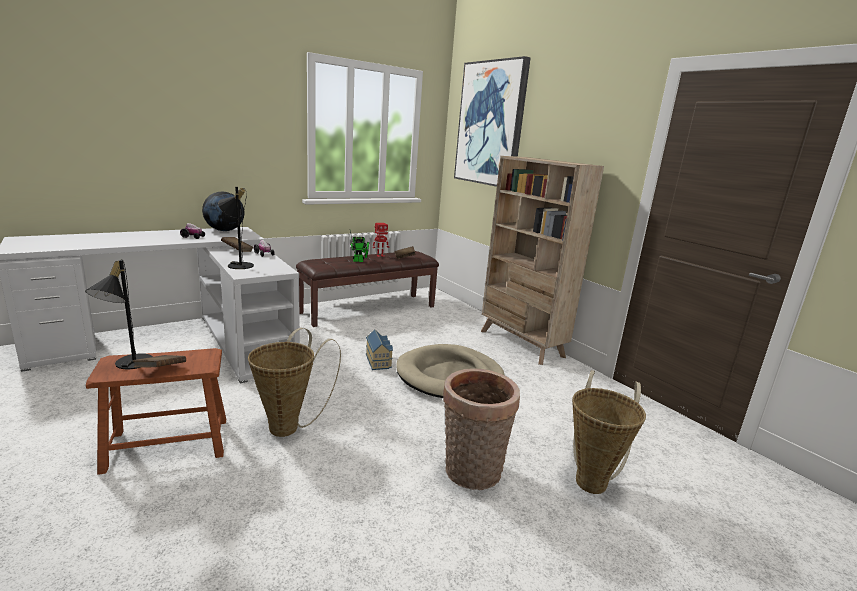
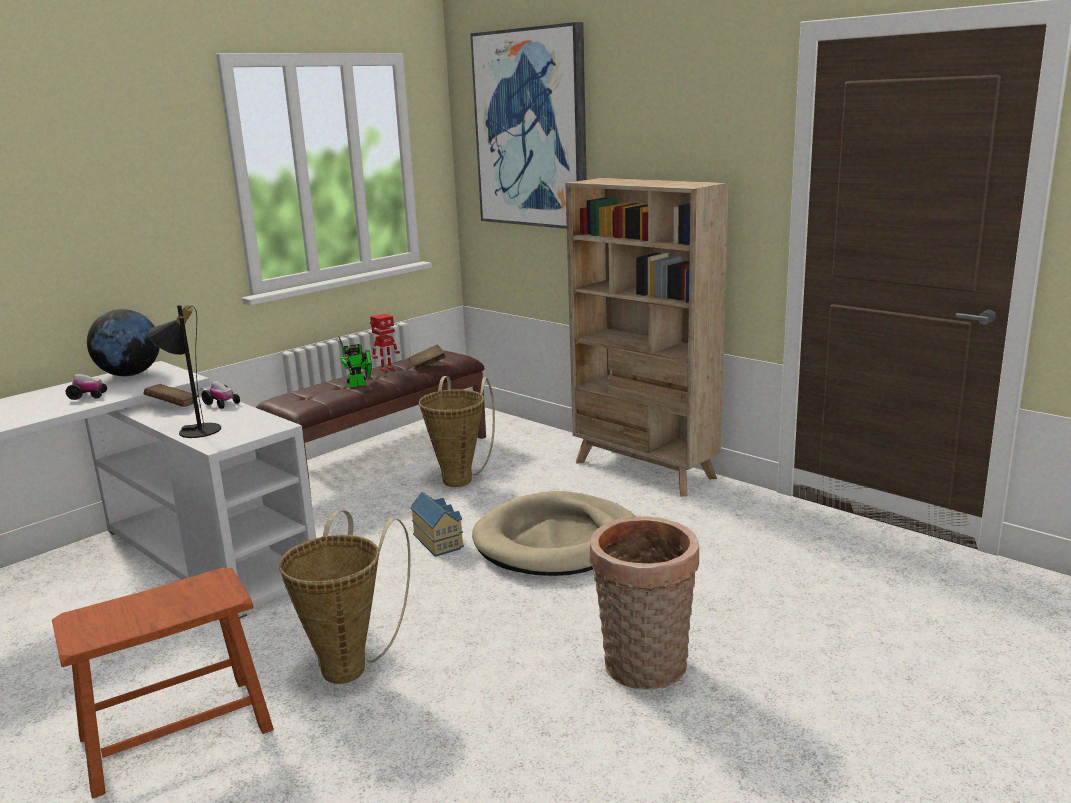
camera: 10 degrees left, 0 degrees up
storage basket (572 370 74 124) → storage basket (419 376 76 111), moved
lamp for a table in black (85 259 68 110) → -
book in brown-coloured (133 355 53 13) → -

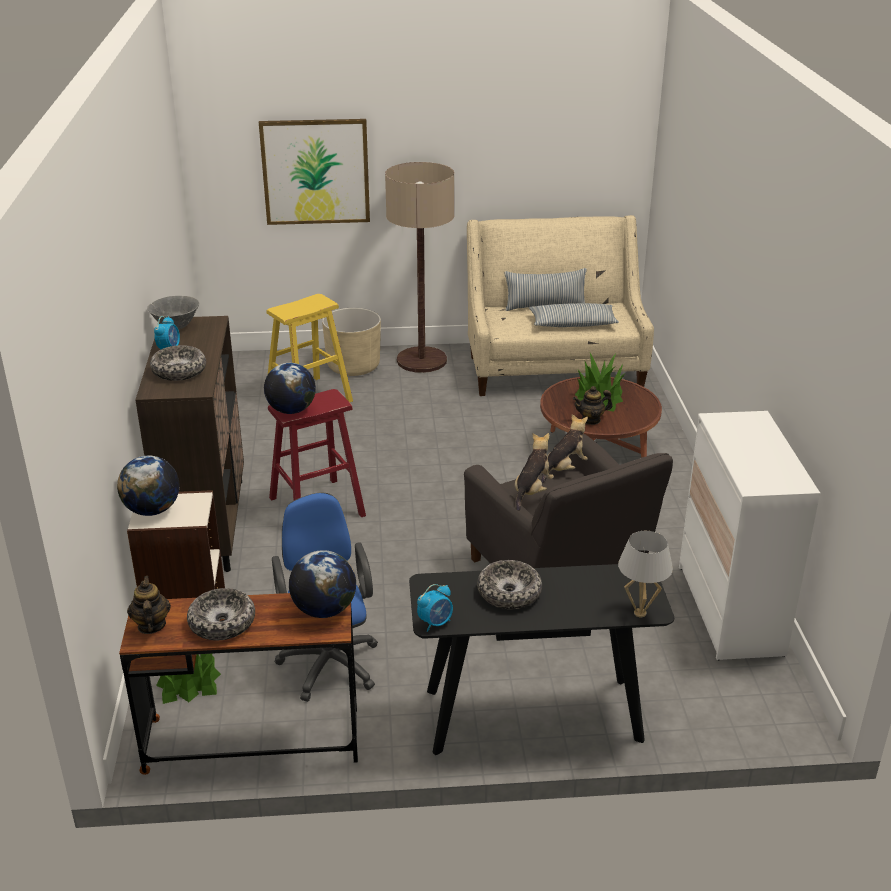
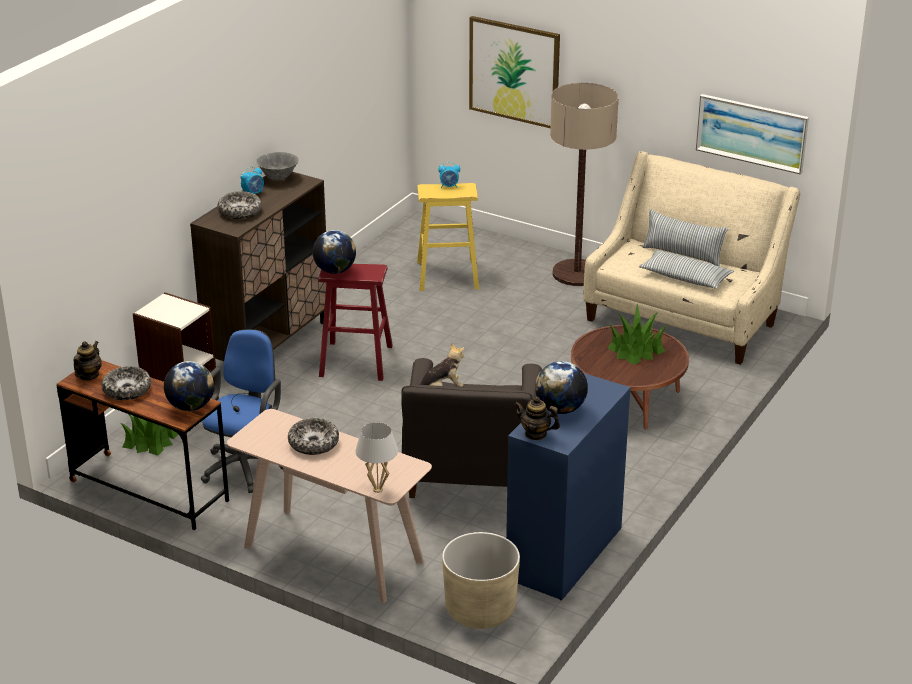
camera: 35 degrees right, 0 degrees up
console table in black (409 564 265 191) → console table in beige-coloured (227 409 205 194)
table clock (417 584 36 48) → table clock (438 161 22 27), moved
flower pot in beige-coloured (322 308 59 68) → flower pot in beige-coloured (442 532 78 97), moved
drawer chest in white (679 411 141 249) → drawer chest in blue (506 373 125 227)
pot for tea (573 386 40 39) → pot for tea (514 397 46 44), moved
desk globe (117 456 62 60) → desk globe (535 361 53 53), moved
- → picture (696 94 113 81)
cuddly toy (541 414 47 69) → -

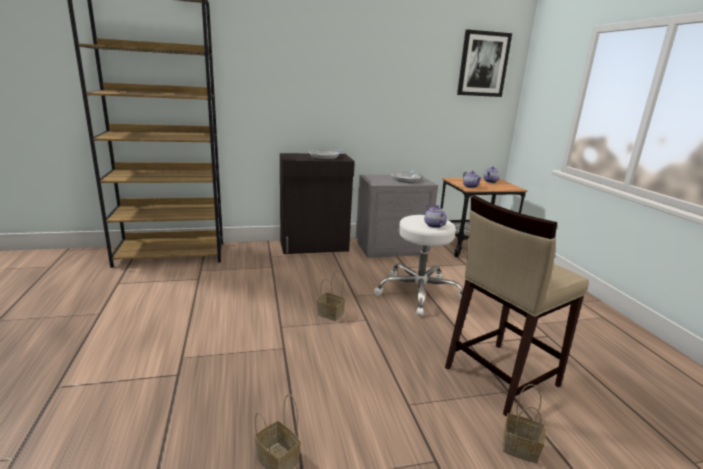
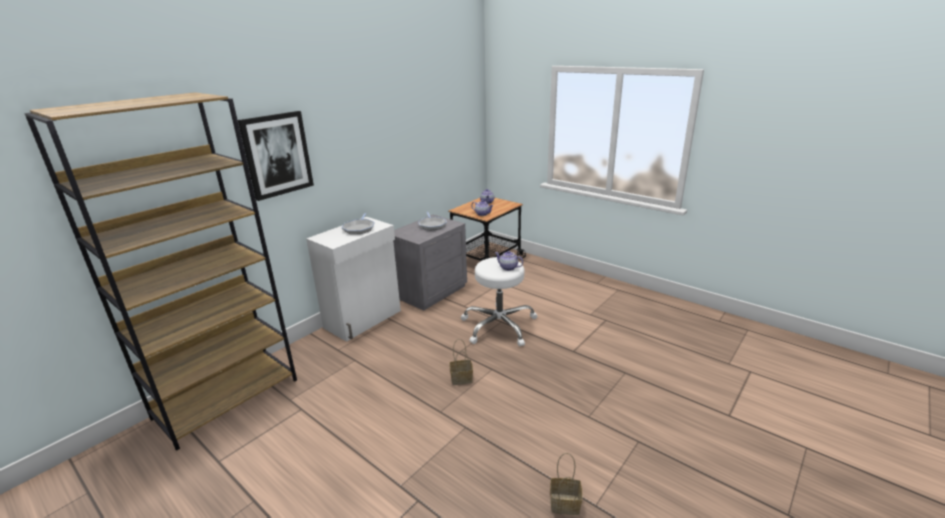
camera: 35 degrees left, 5 degrees up
picture (457 29 55 68) → picture (238 111 76 90), moved
cabinet in black (280 153 75 101) → cabinet in white (306 217 95 124)
stool in beige-coloured (445 196 144 221) → -
storage basket (502 384 44 79) → -

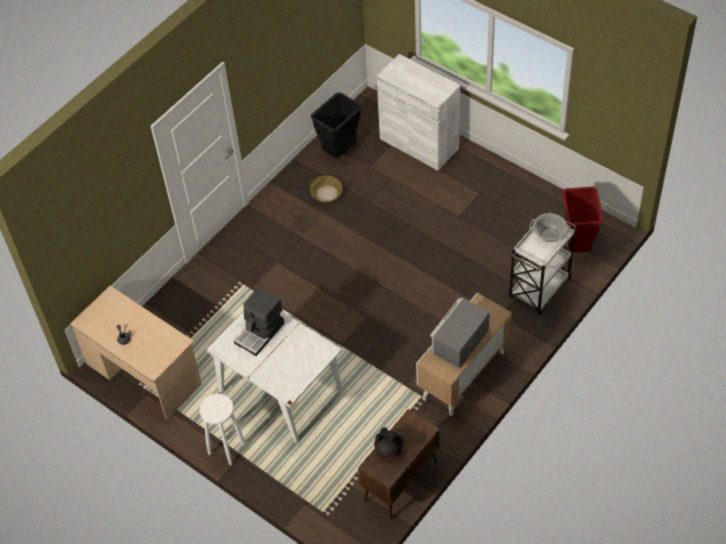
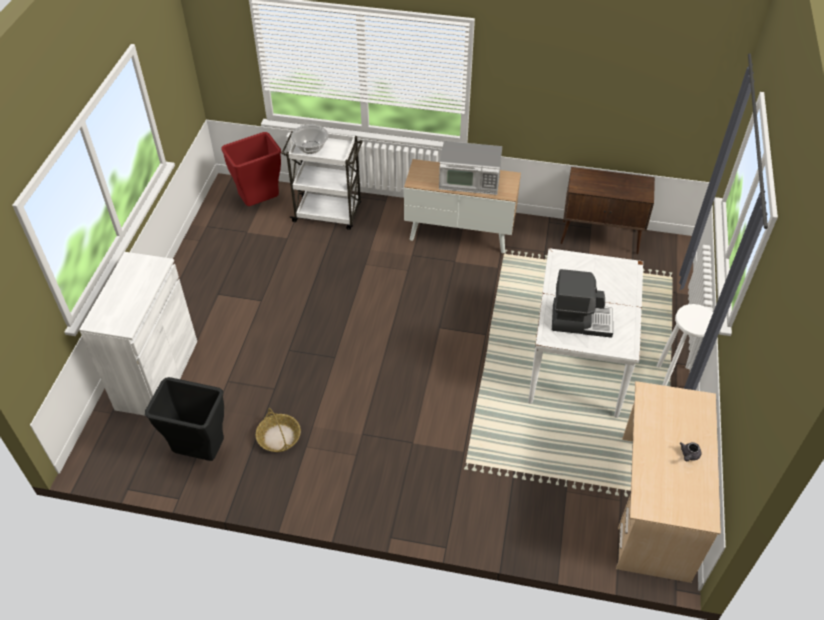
camera: 120 degrees left, 5 degrees down
pot for tea in black (374 427 31 30) → -

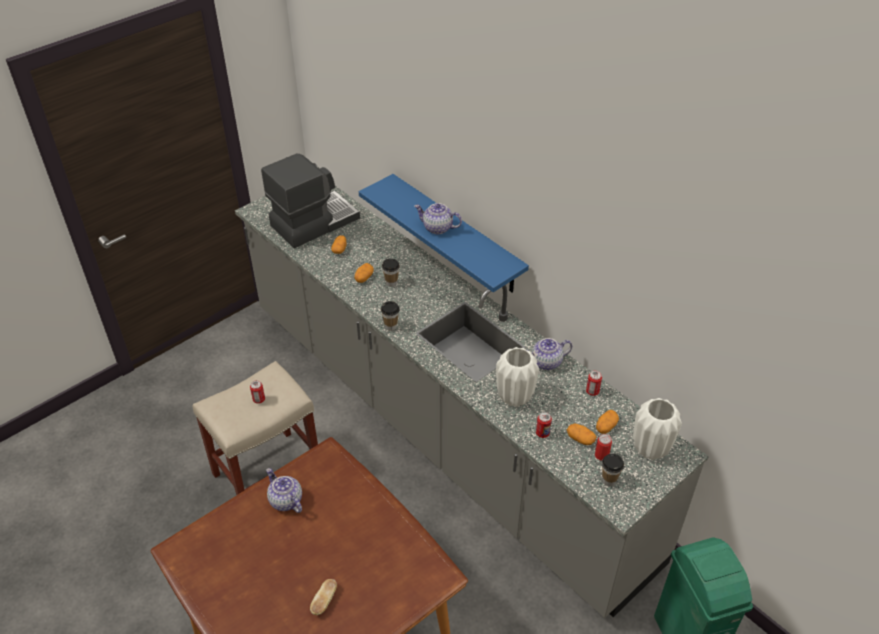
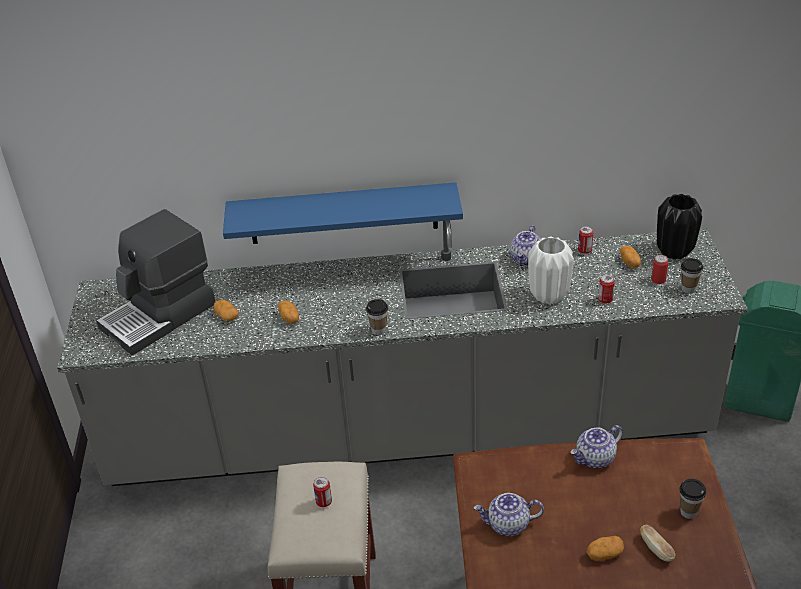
camera: 50 degrees left, 5 degrees down
coffee maker (261 153 99 95) → coffee maker (96 209 119 147), 135 degrees counterclockwise
pot for tea (414 203 48 31) → pot for tea (570 425 53 43), moved
whole potato (567 424 29 21) → whole potato (587 536 37 25), moved
flower vase in white (633 398 49 62) → flower vase in black (657 194 45 66)
drinking cup (382 258 18 29) → drinking cup (679 479 27 40), moved

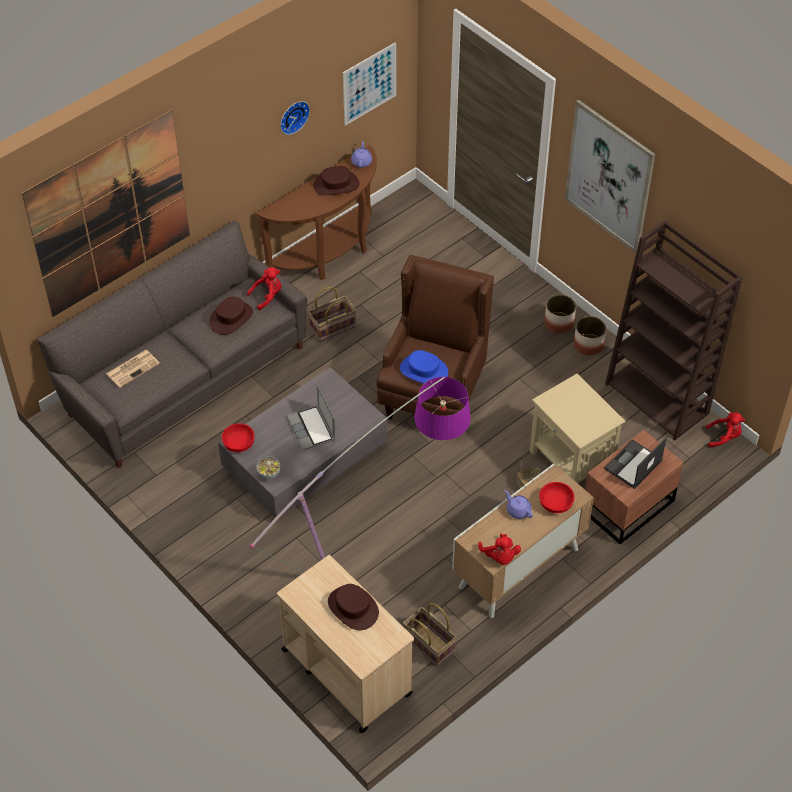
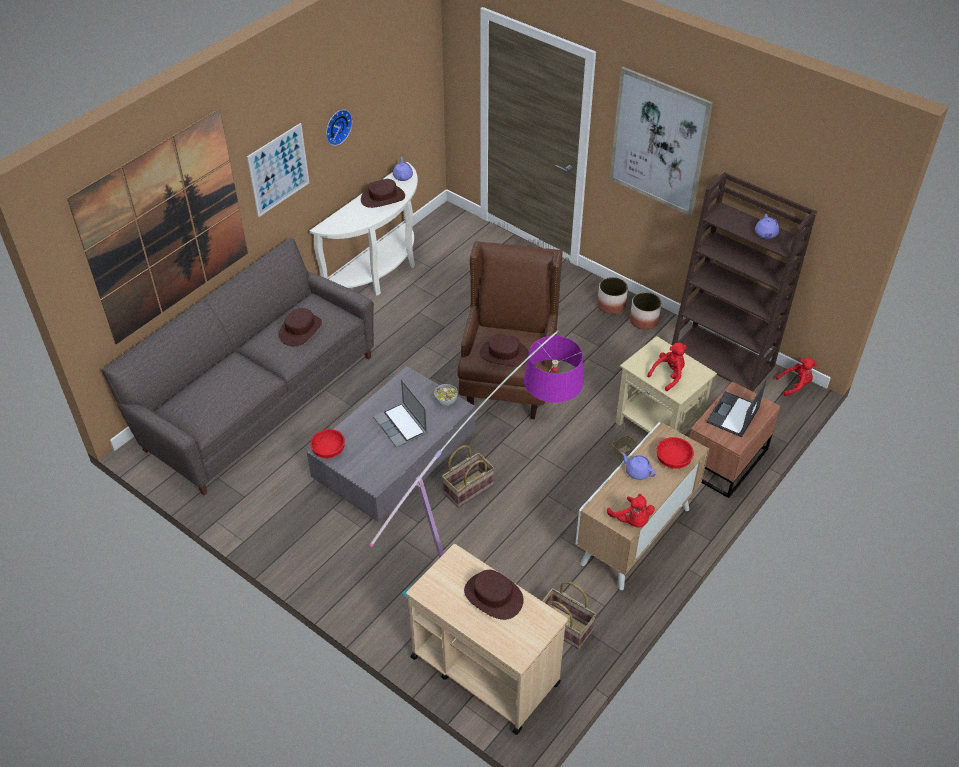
camera: 10 degrees left, 5 degrees down
picture (343 42 53 84) → picture (247 123 62 94), moved
console table in brown-coloured (256 145 121 135) → console table in white (310 162 108 134)
bowl (257 457 23 22) → bowl (434 384 24 22), moved
storage basket (308 287 48 55) → storage basket (442 445 53 63), moved
wearable hat in blue (400 350 48 33) → wearable hat in brown-coloured (480 334 49 33)
cuddly toy in red (247 267 35 43) → cuddly toy in red (647 342 40 49), moved
- → pot for tea in purple (755 214 24 25)
newspaper (106 350 54 38) → -

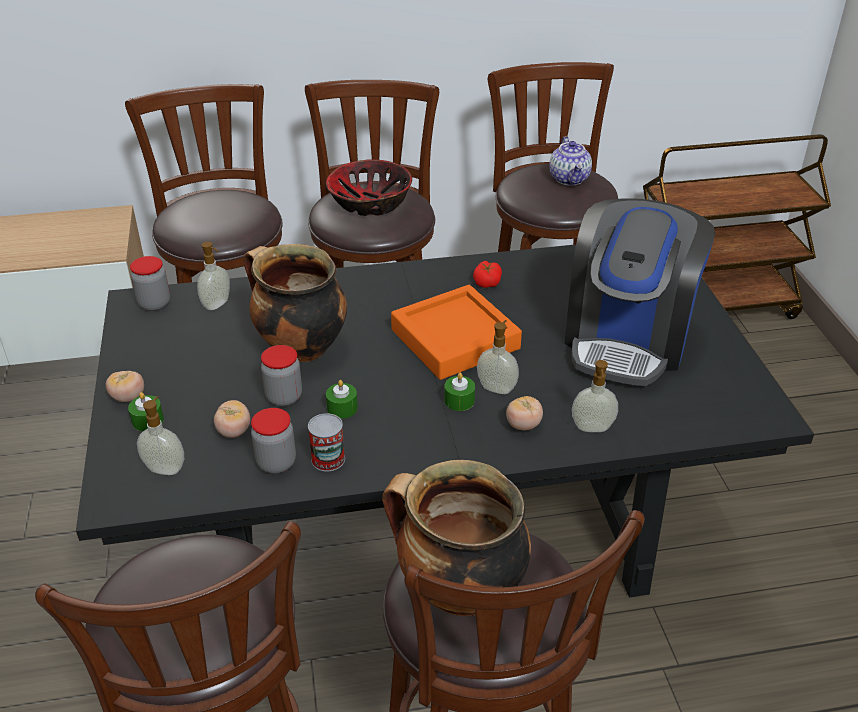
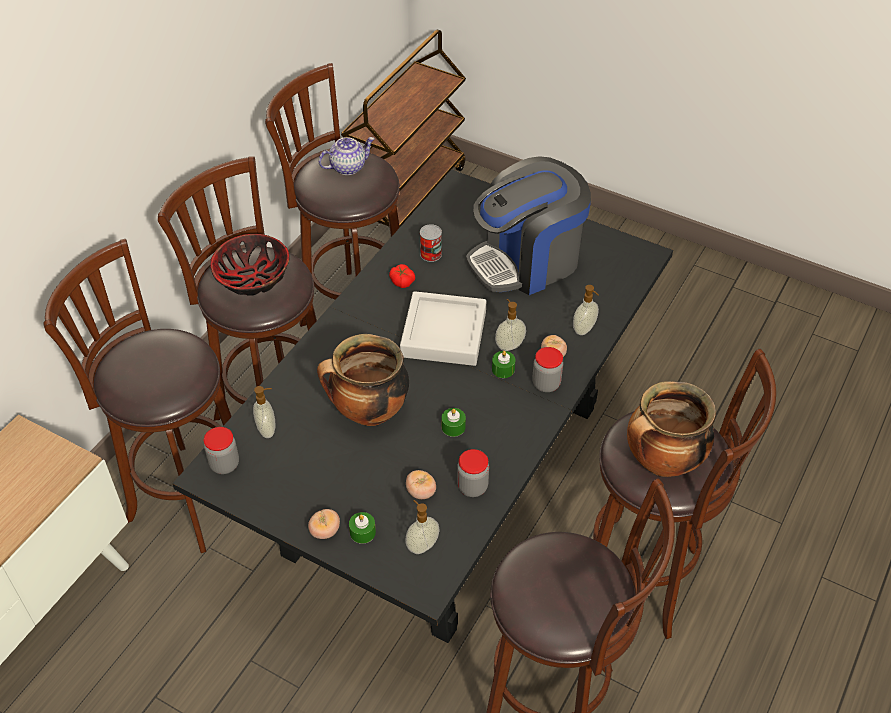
camera: 50 degrees left, 10 degrees up
pot for tea (549 136 43 49) → pot for tea (318 137 57 38), 60 degrees counterclockwise
carrying tray in orange-coloured (391 285 131 95) → carrying tray in gray (400 291 86 75)
can (308 413 37 59) → can (420 224 22 38), moved
coffee maker (564 199 151 187) → coffee maker (466 156 125 139), 90 degrees clockwise
preserve jar (261 345 41 61) → preserve jar (532 347 31 45), moved

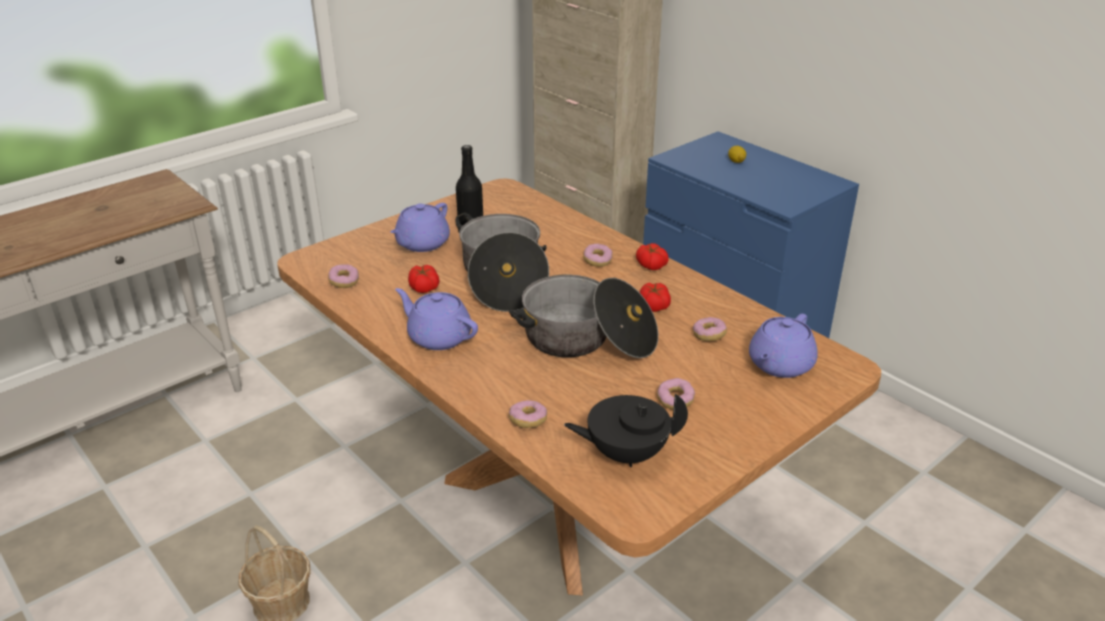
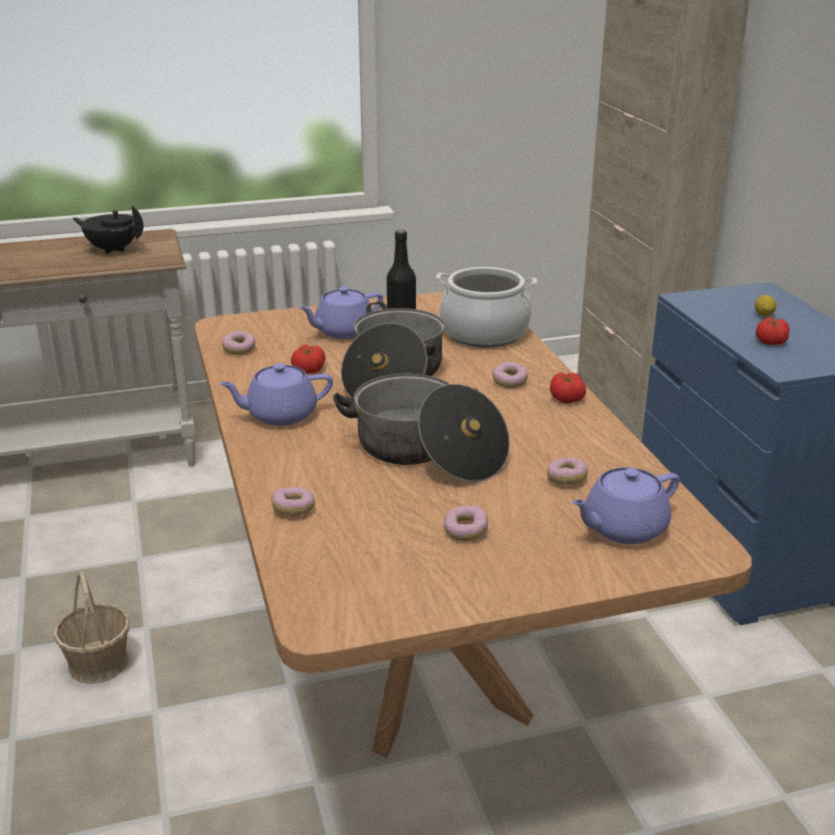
camera: 25 degrees right, 5 degrees down
pot for tea in black (564 394 124 73) → pot for tea in black (73 206 70 48), moved
pot for tea in purple (395 288 83 62) → pot for tea in purple (218 363 115 63), 75 degrees counterclockwise
- → cooking pot (436 267 101 80)
tomato (640 282 31 30) → tomato (756 317 34 28), moved

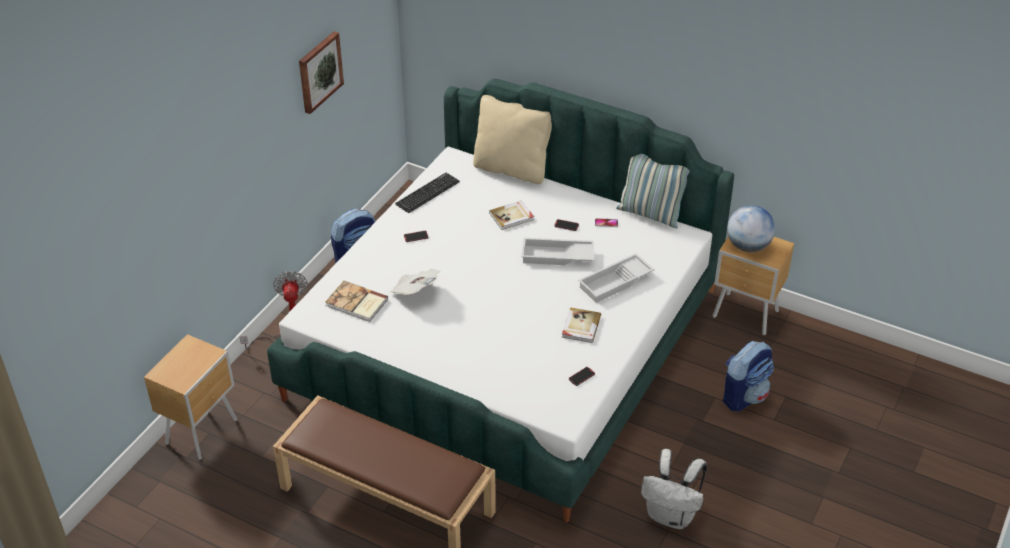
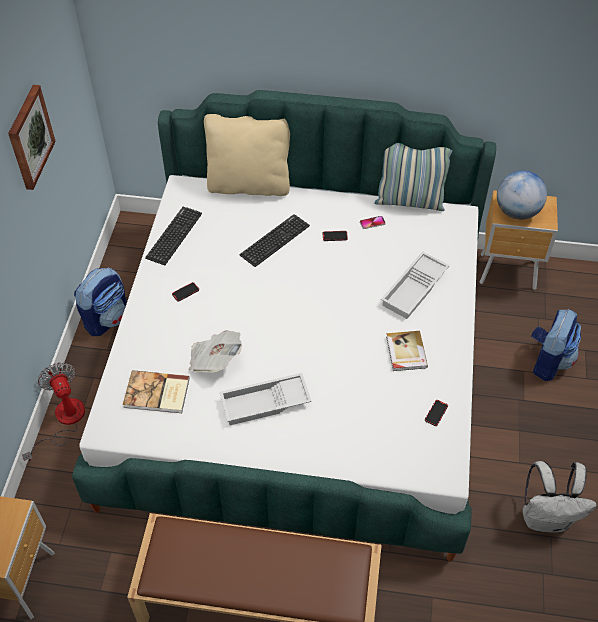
camera: 20 degrees left, 10 degrees up
carrying tray in white (521 237 73 28) → carrying tray in white (220 373 92 52), moved
book (489 200 45 30) → PC keyboard (240 214 70 53)

